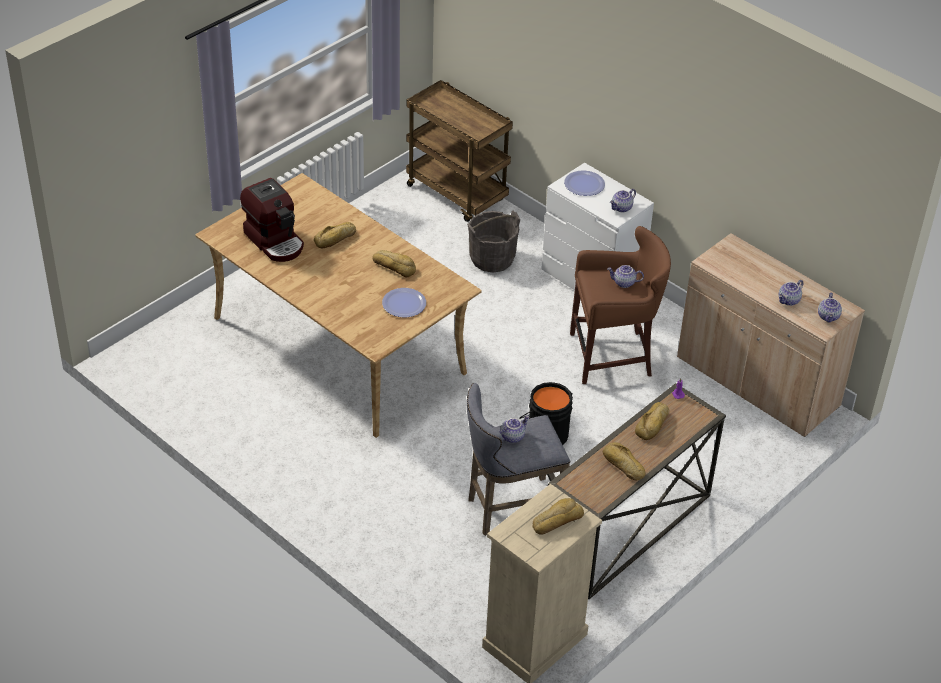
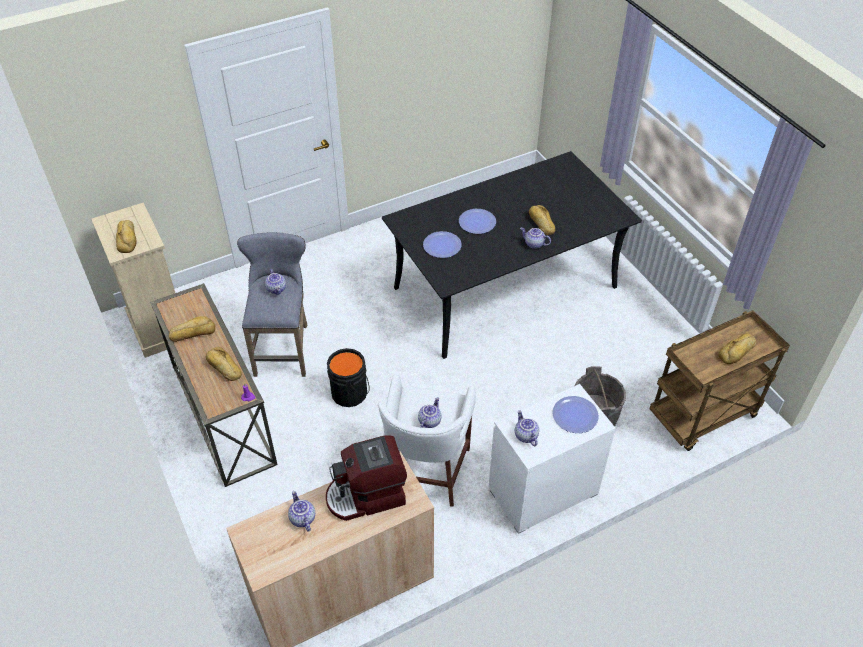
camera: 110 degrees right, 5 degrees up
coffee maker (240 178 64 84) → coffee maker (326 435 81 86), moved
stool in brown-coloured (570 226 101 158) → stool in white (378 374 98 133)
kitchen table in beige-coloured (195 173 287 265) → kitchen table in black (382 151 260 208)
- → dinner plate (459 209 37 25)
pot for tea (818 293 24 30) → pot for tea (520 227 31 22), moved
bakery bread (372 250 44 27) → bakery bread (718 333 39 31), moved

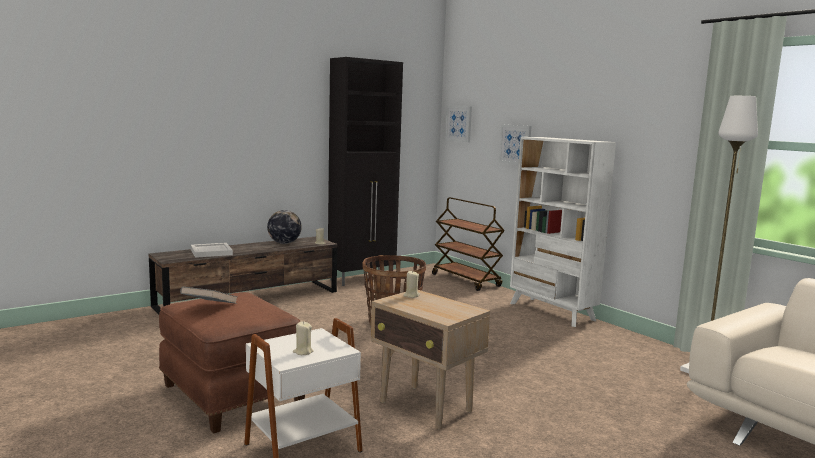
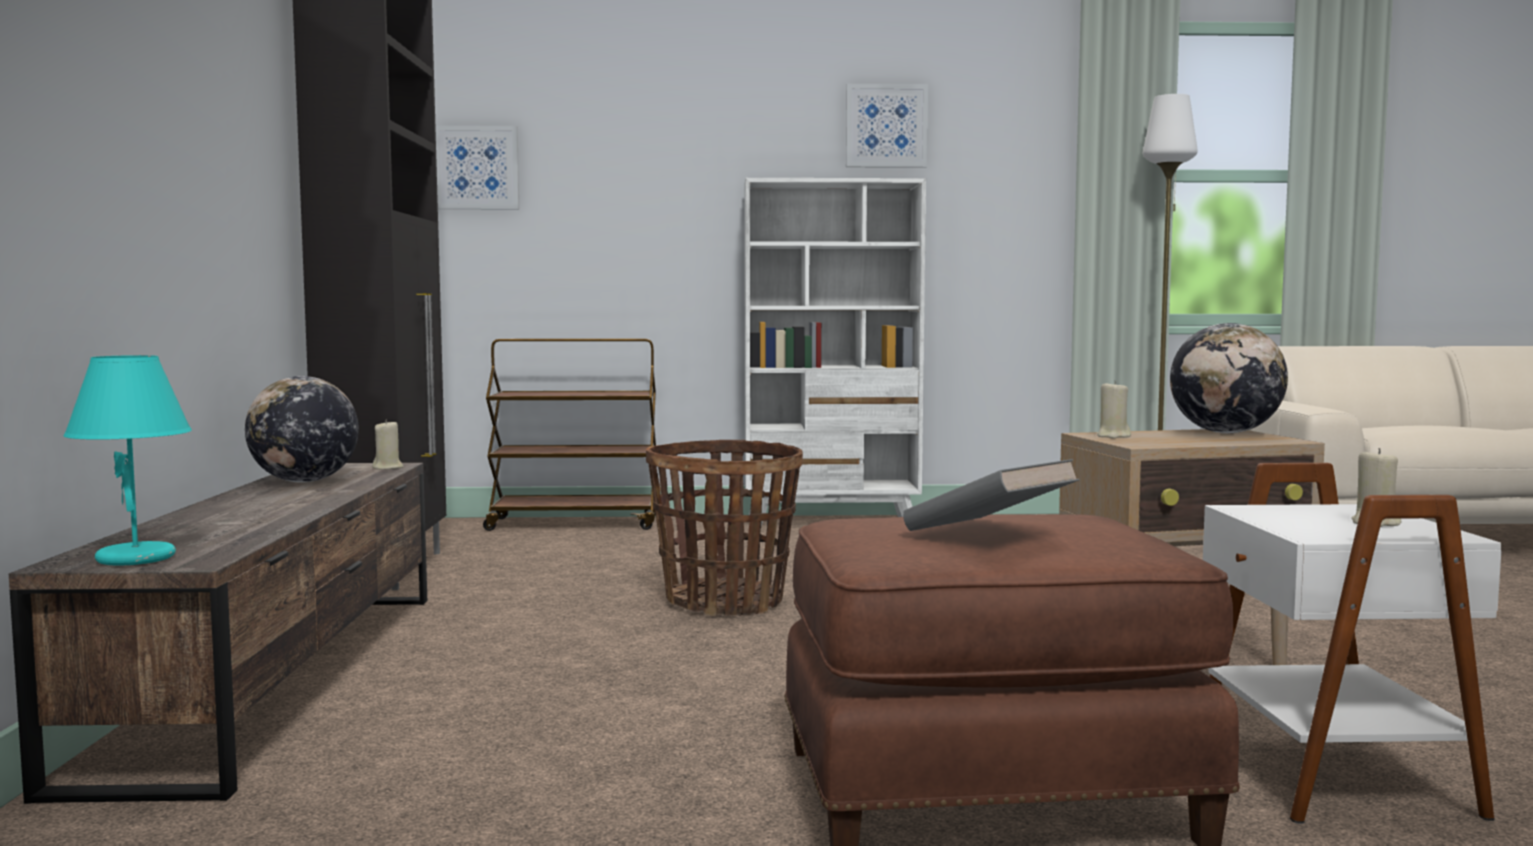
camera: 55 degrees left, 5 degrees down
- → lamp for a table in blue-green (63 355 129 211)
picture (499 125 32 40) → picture (846 84 82 84), moved
- → desk globe (1170 323 118 110)
carrying tray in white (191 243 42 15) → -

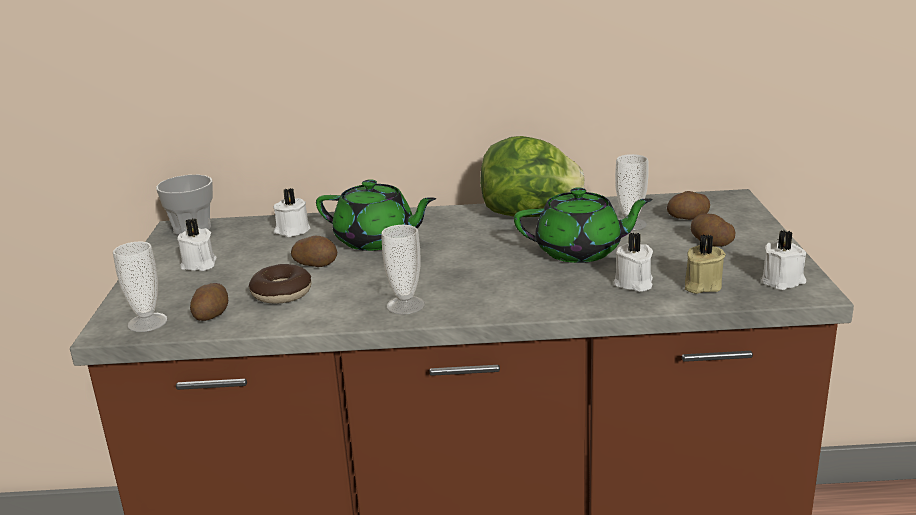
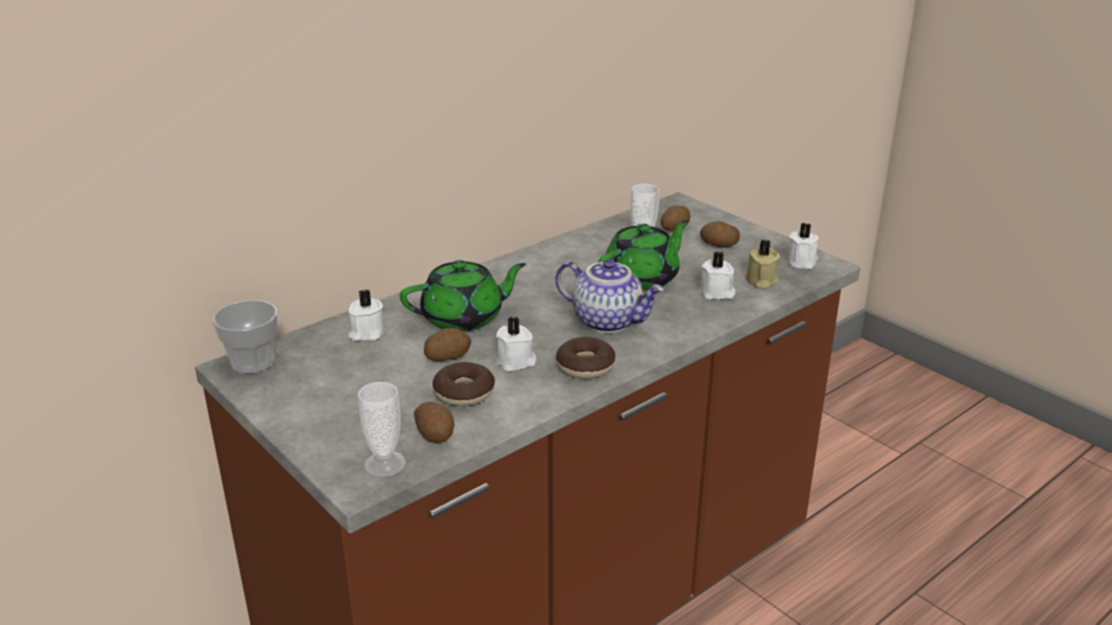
camera: 40 degrees left, 5 degrees up
wax candle in white (177 219 40 52) → wax candle in white (496 317 41 54), moved
- → pot for tea (555 259 109 74)
drinking cup (381 225 44 90) → doughnut (556 337 59 42)
lettuce head (480 136 105 81) → -

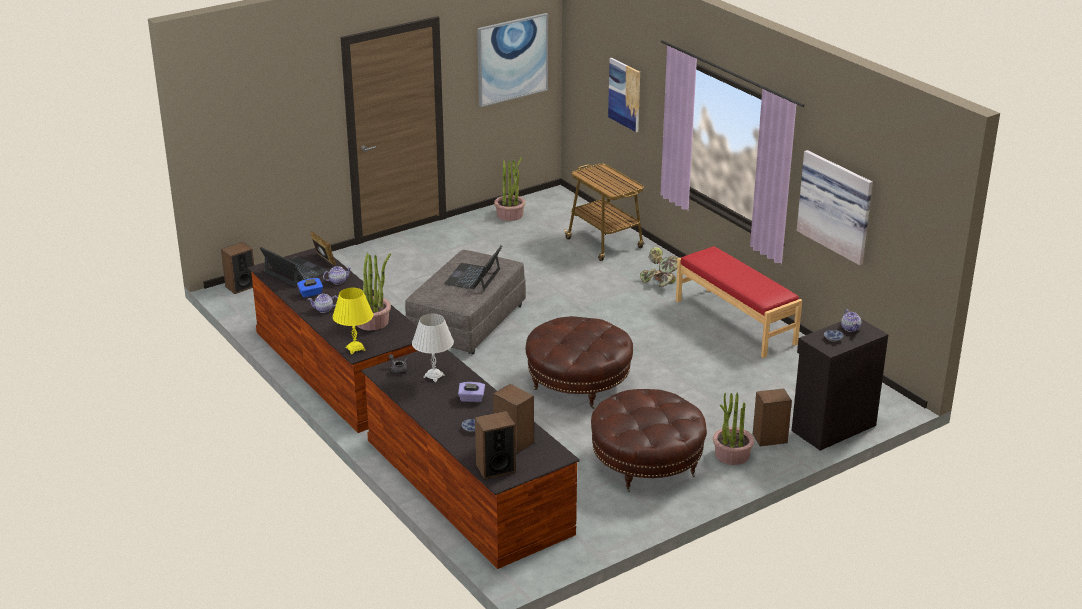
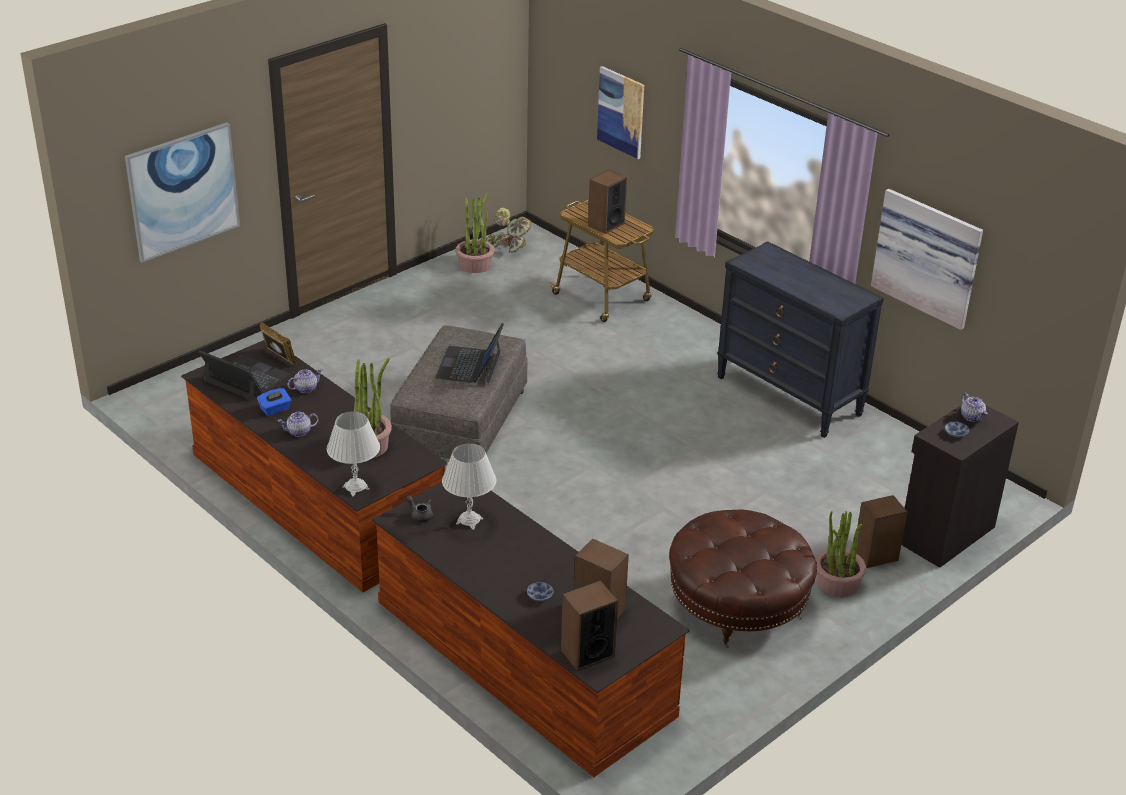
camera: 10 degrees left, 5 degrees up
picture (477 13 71 94) → picture (125 123 115 140), moved
lamp for a table in yellow (333 288 40 66) → lamp for a table in white (327 411 53 85)
potted plant (640 247 38 40) → potted plant (486 208 45 45), moved
audio speaker (221 242 33 52) → audio speaker (588 169 39 65), moved
long seat in red (676 246 126 112) → drawer chest in black (717 241 167 197)
tissue box in purple (458 382 27 20) → -
pouffe in brown-coloured (525 316 108 93) → -

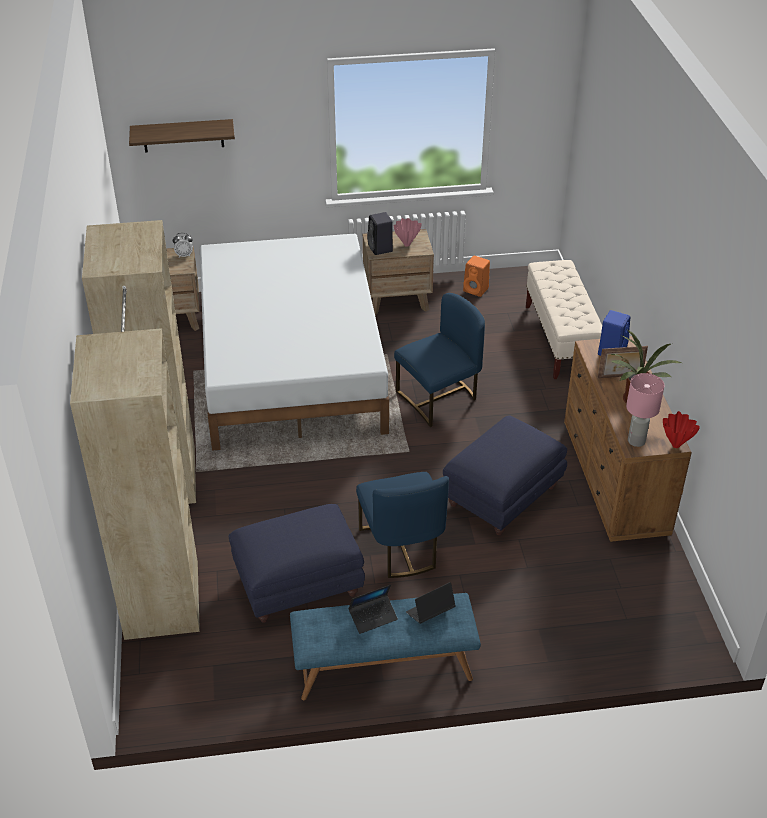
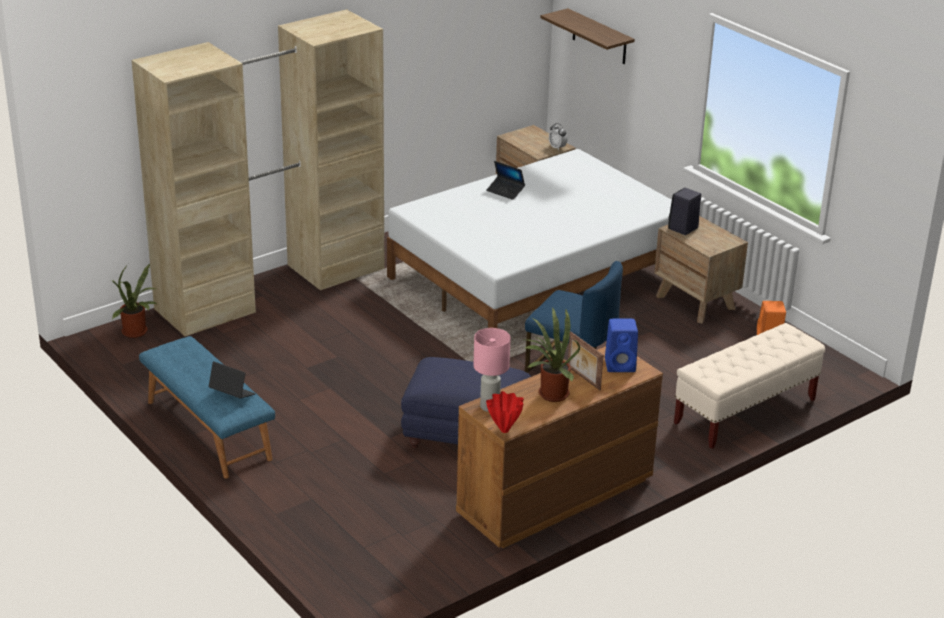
camera: 60 degrees right, 10 degrees down
- → potted plant (111 263 46 75)
notebook computer (348 585 50 49) → notebook computer (486 161 39 39), moved
pouffe in blue (229 504 136 119) → -
plain chair in blue (356 472 93 106) → -
flower vase in pink (393 218 29 29) → -

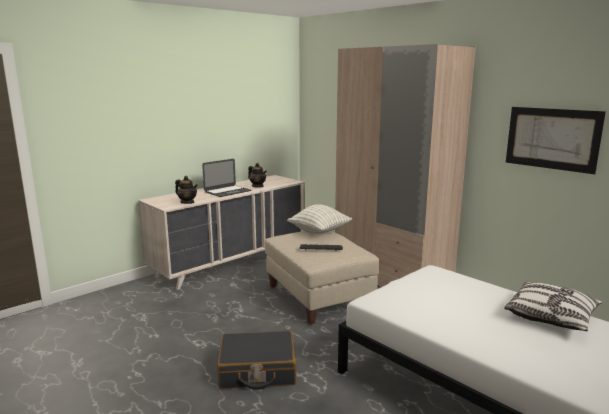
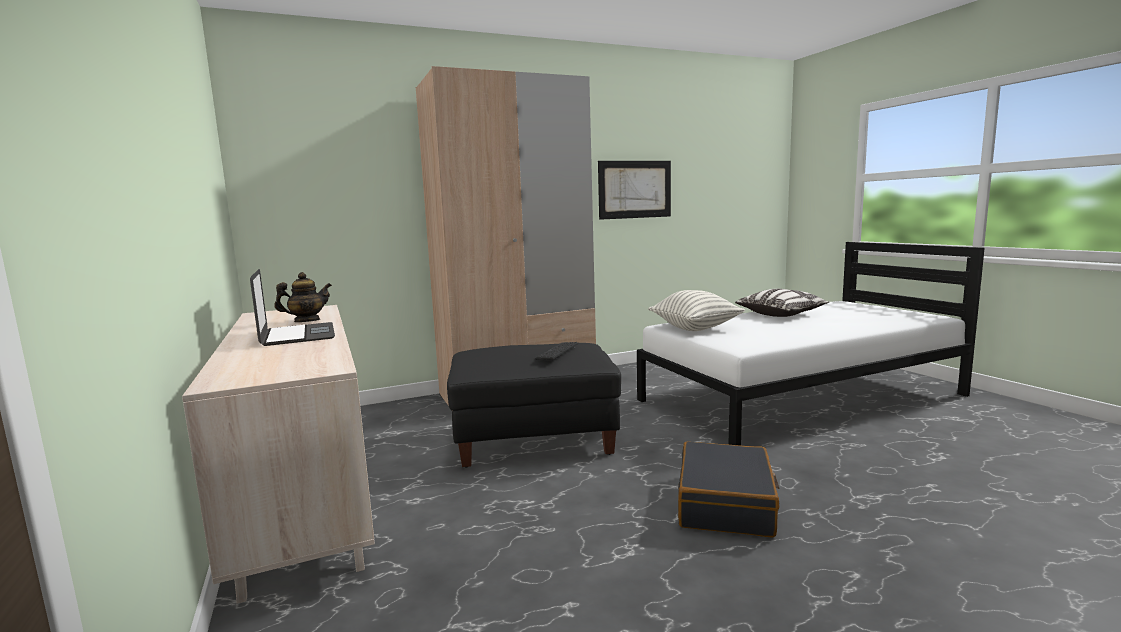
camera: 70 degrees left, 5 degrees down
pouffe in beige-coloured (265 231 115 93) → pouffe in black (447 343 174 124)
pillow (287 204 65 30) → pillow (648 290 97 41), moved
pot for tea (175 176 23 28) → -

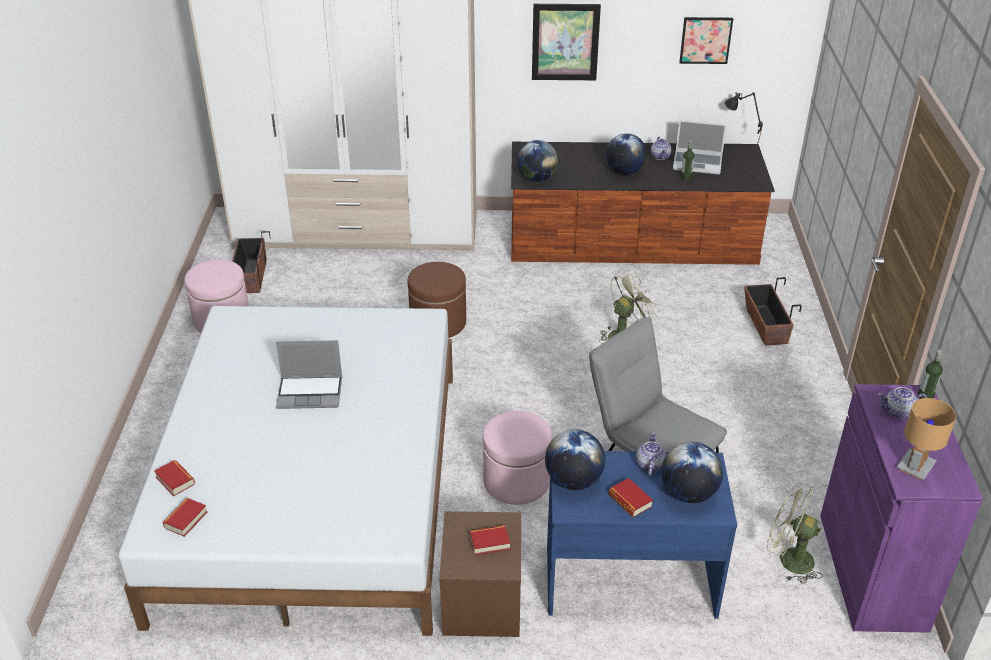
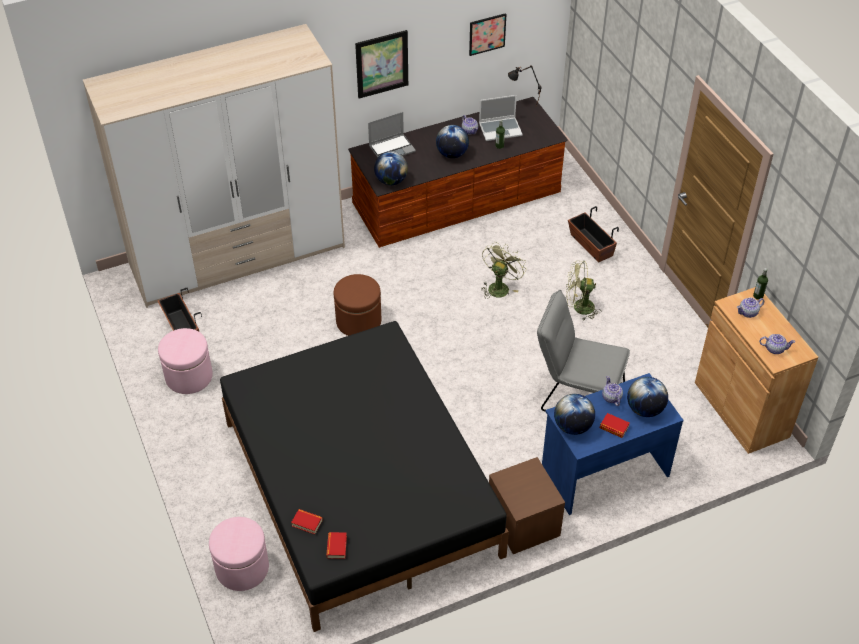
camera: 25 degrees left, 10 degrees up
pouffe in pink (483 411 69 94) → pouffe in pink (209 517 60 74), moved
bed in white (118 306 335 330) → bed in black (220 321 289 311)
notebook computer (276 340 66 69) → notebook computer (368 112 48 45), moved
fan in green-coloured (767 483 56 101) → fan in green-coloured (566 261 35 59), moved
cabinet in purple (820 384 163 249) → cabinet in brown-coloured (695 287 123 167)
lamp for a table in brown-coloured (897 398 59 82) → pot for tea (759 334 36 20)
book (470 525 40 30) → -

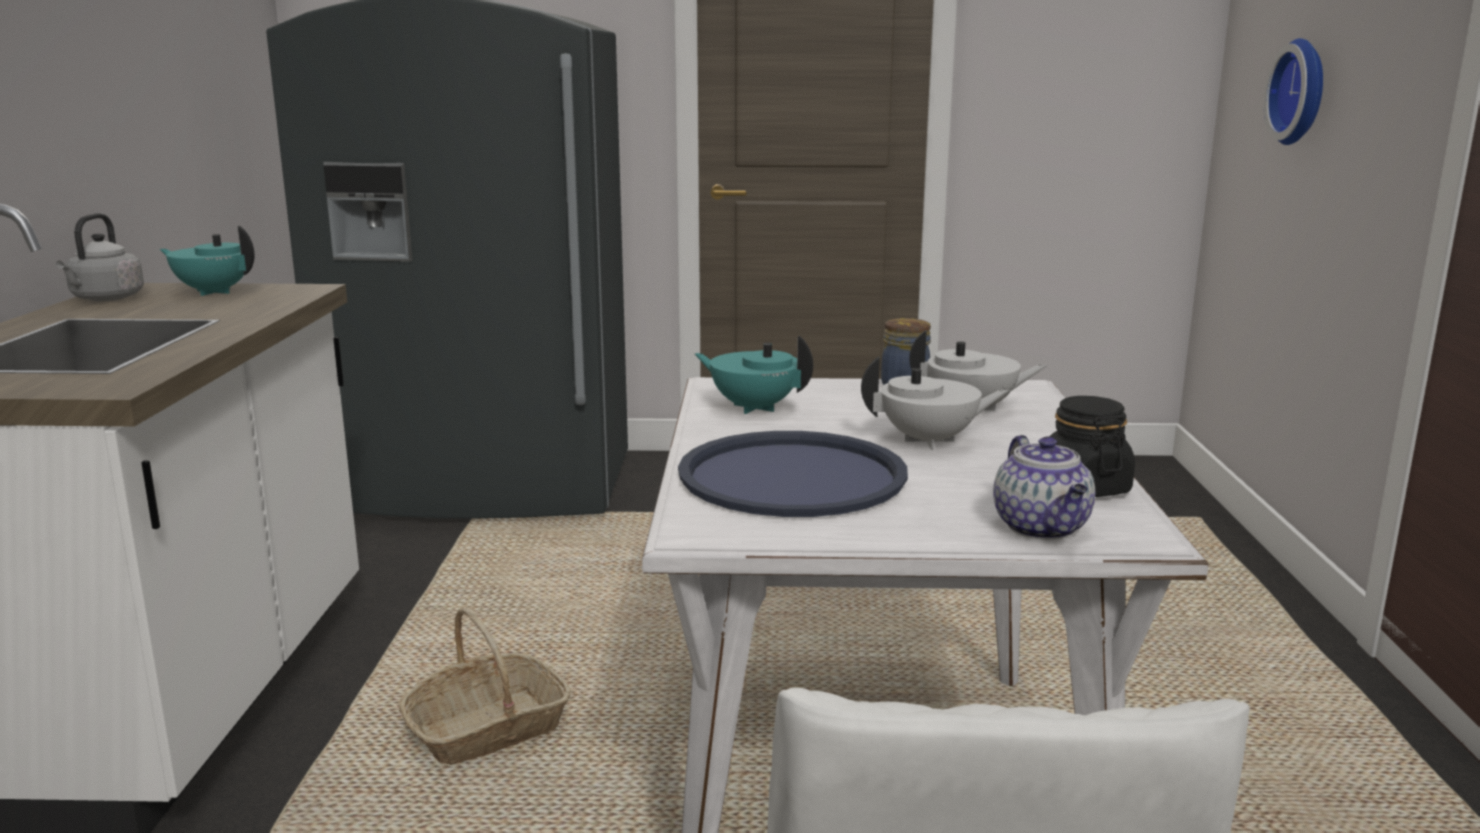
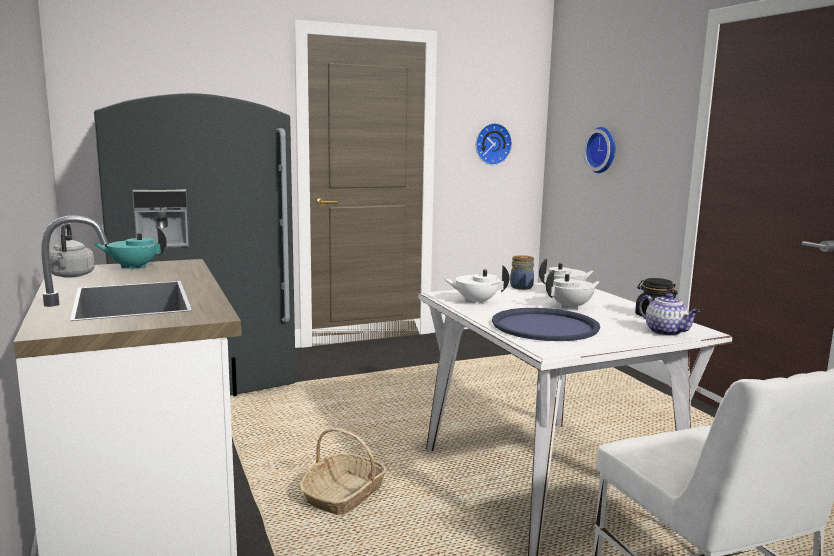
camera: 25 degrees left, 5 degrees down
pot for tea in blue-green (695 336 118 78) → pot for tea in white (443 265 66 40)
- → hanging clock (476 123 36 42)

